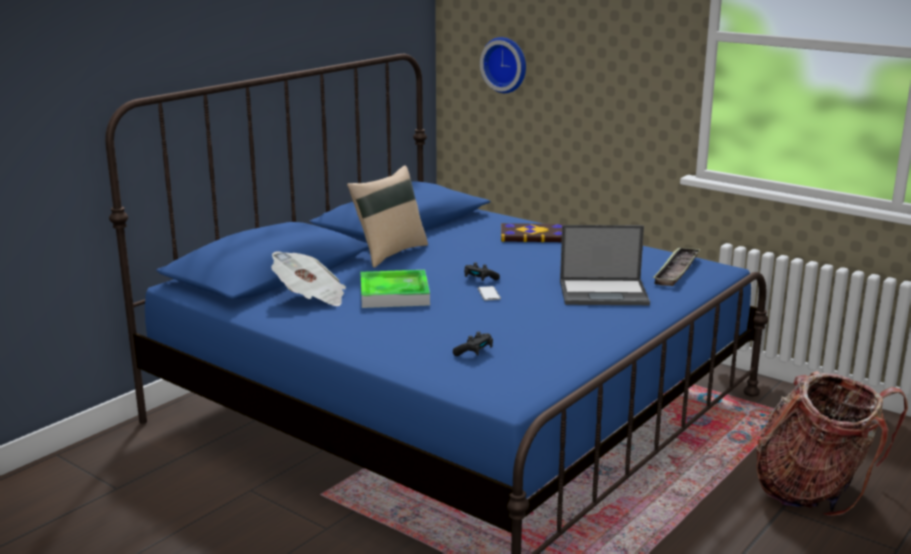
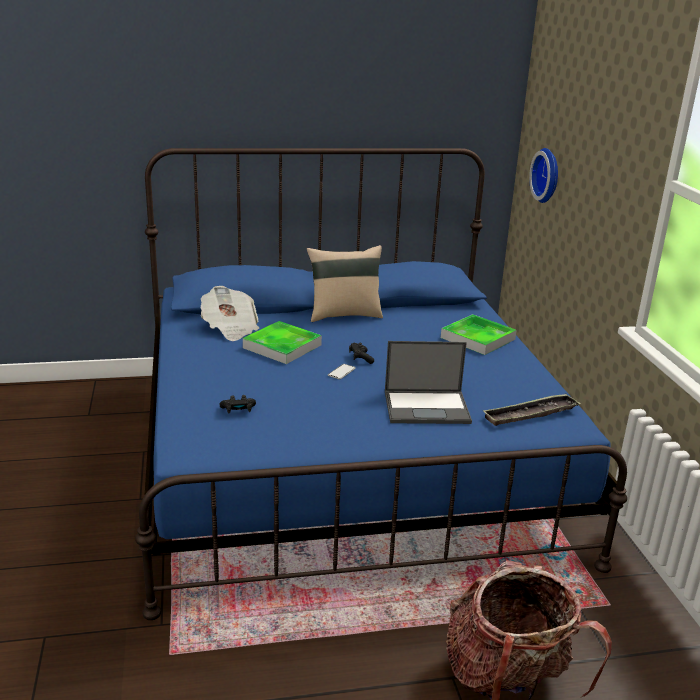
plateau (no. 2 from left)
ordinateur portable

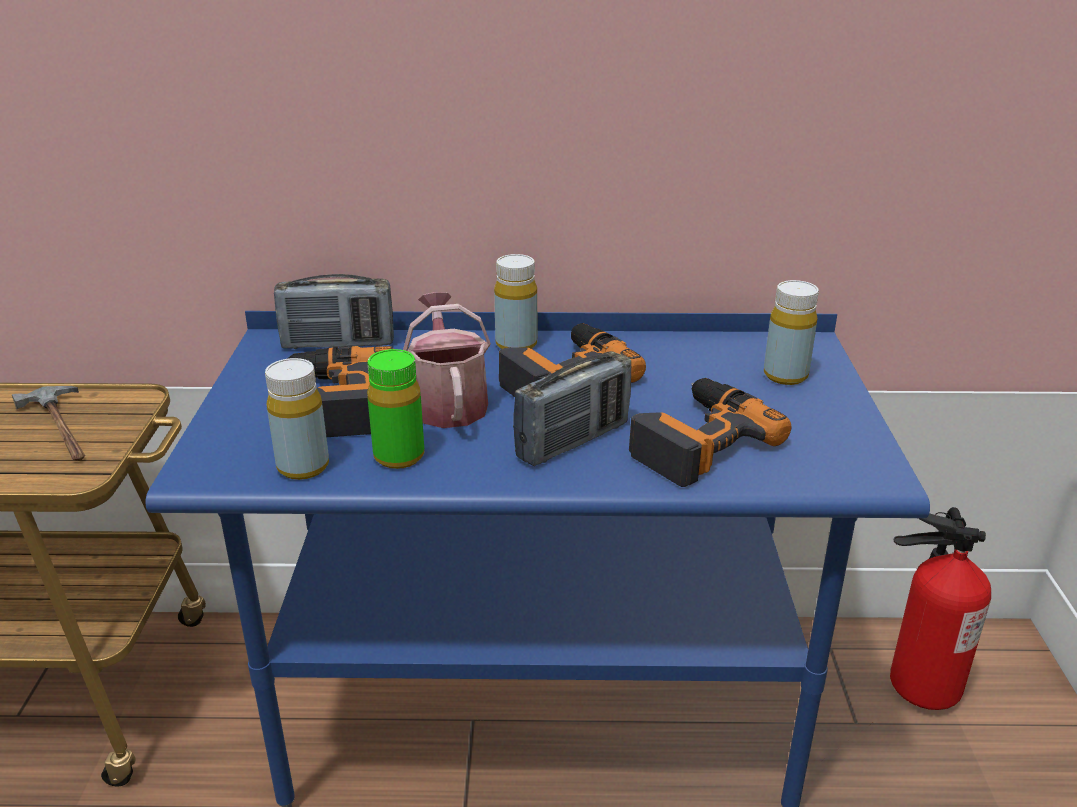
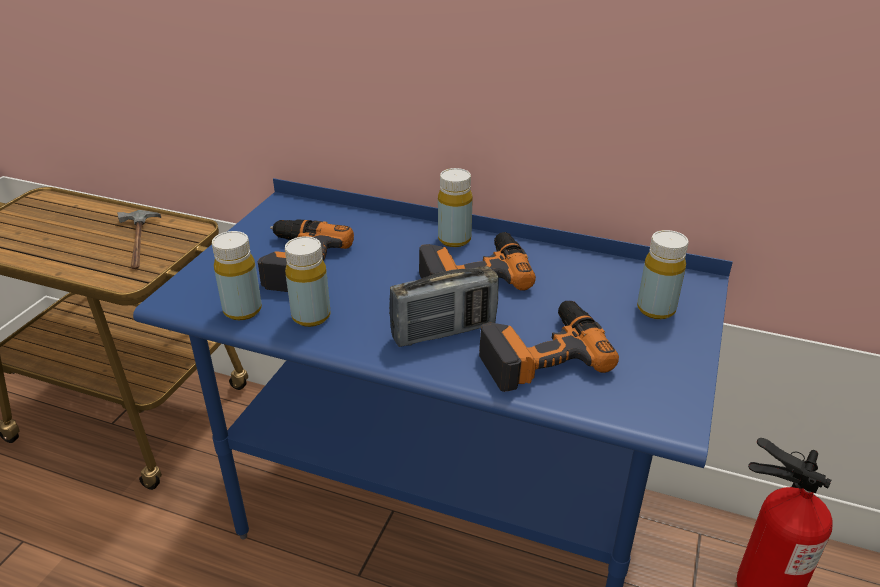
radio (no. 1 from left in the first image)
arrosoir
bouteille [jaune] (no. 2 from left)

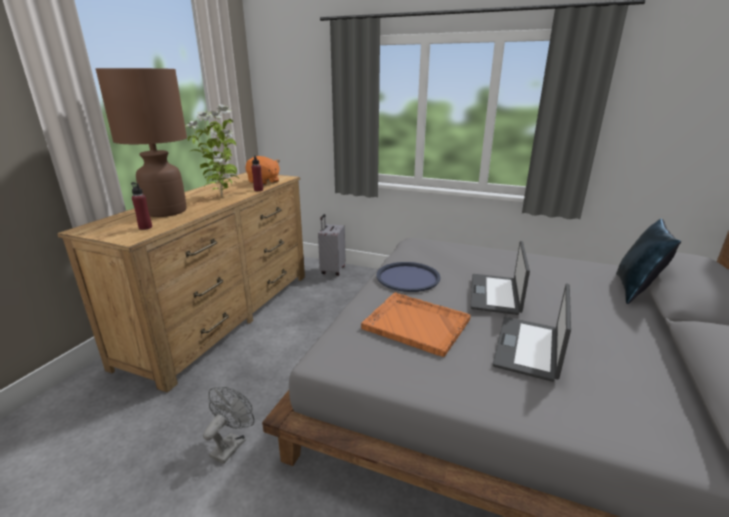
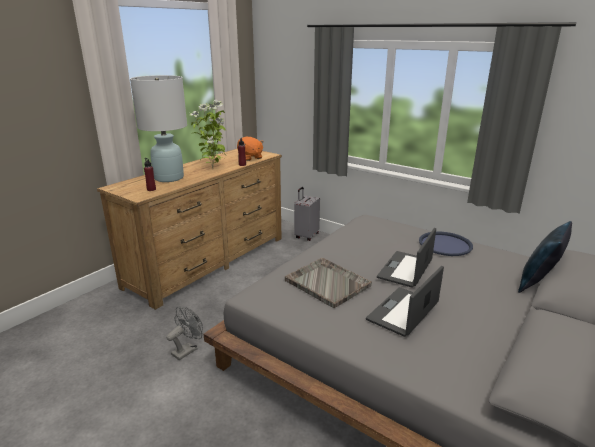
lampe de table [blanc]
plateau [bleu]
plateau [gris]

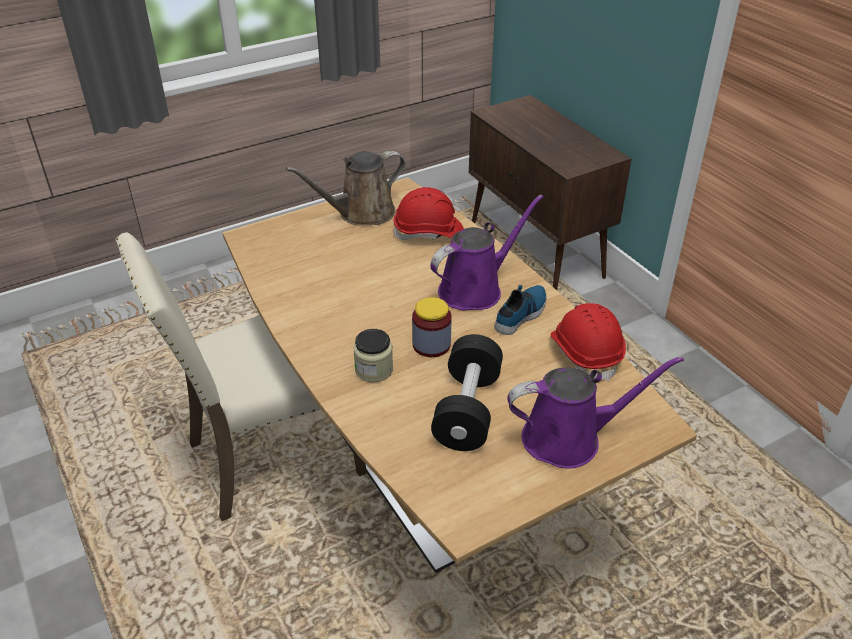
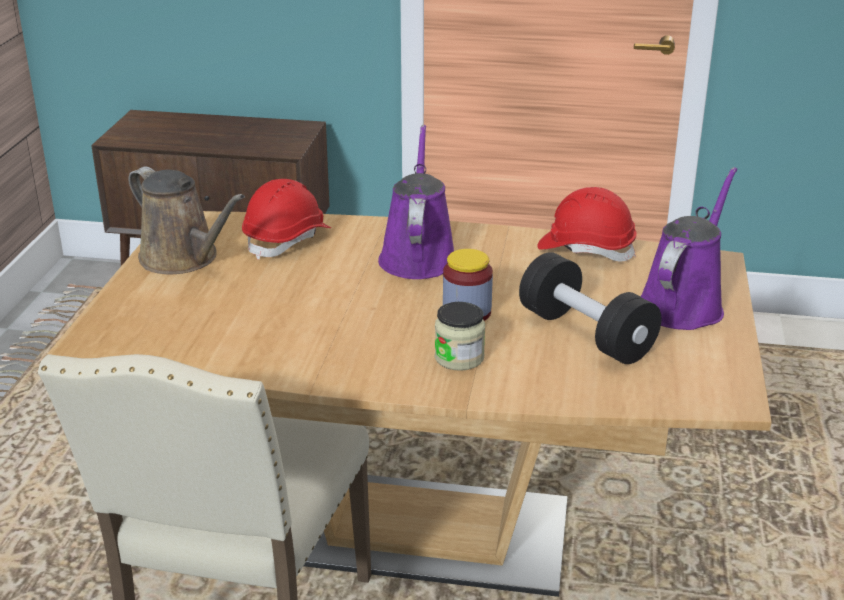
arrosoir [marron]
chaussure

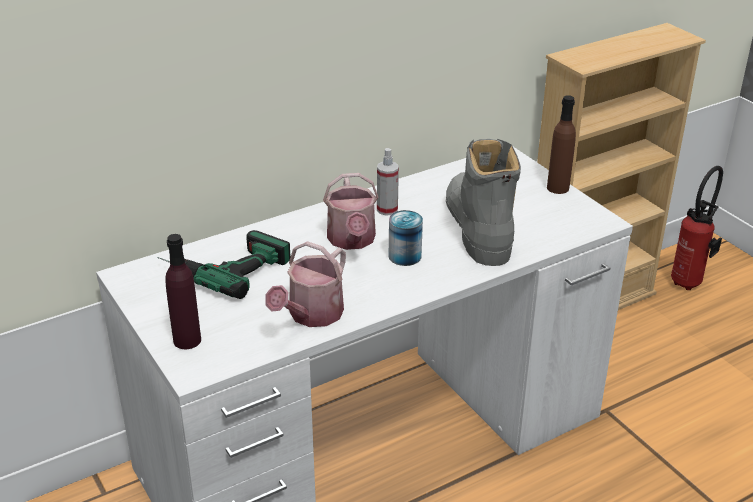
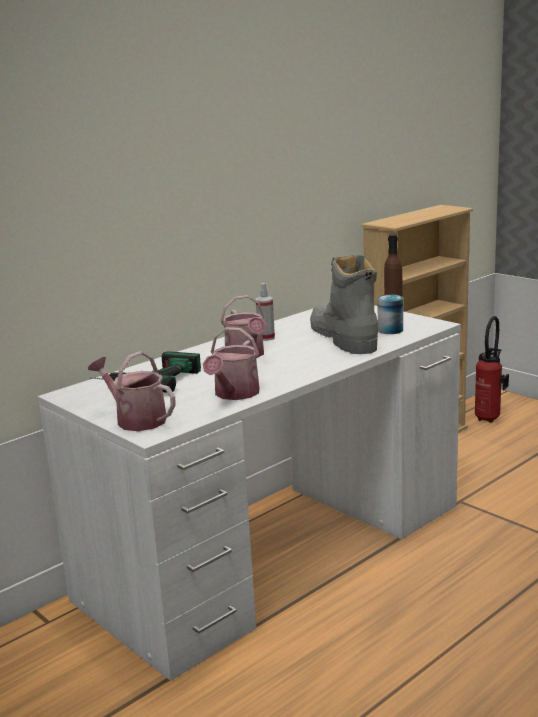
boîte métallique
arrosoir (no. 1 from left)

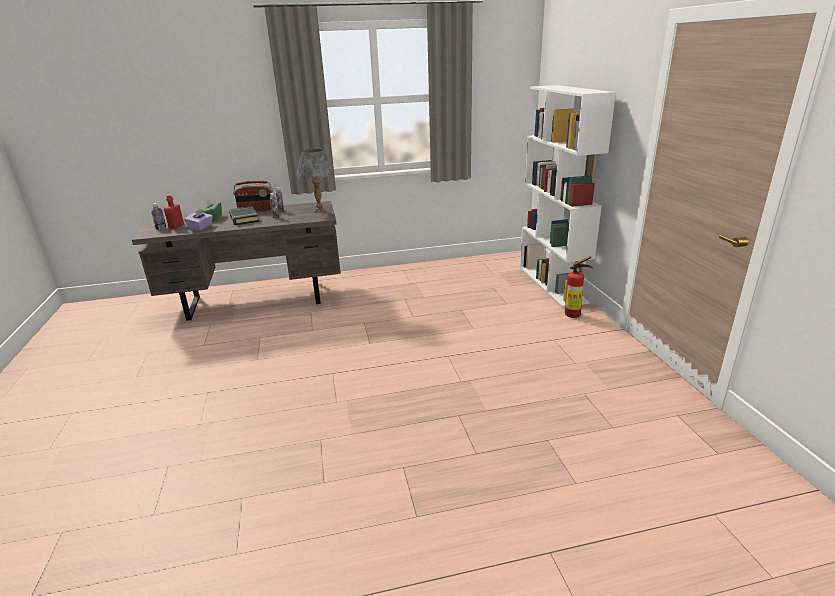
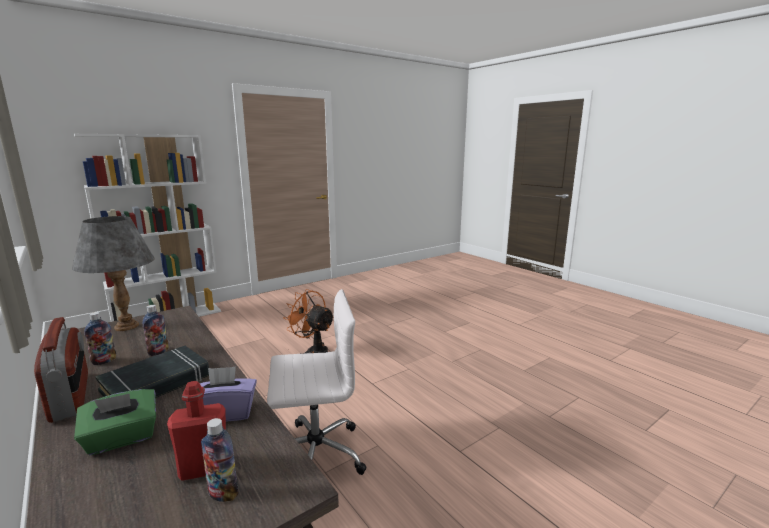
extincteur
chaise de bureau [blanc]
ventilateur [orange]

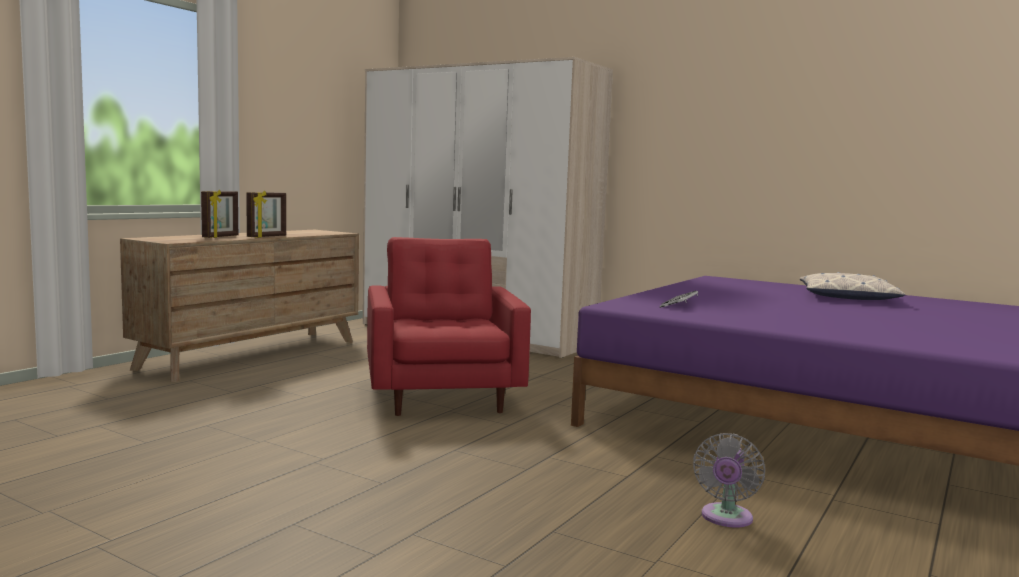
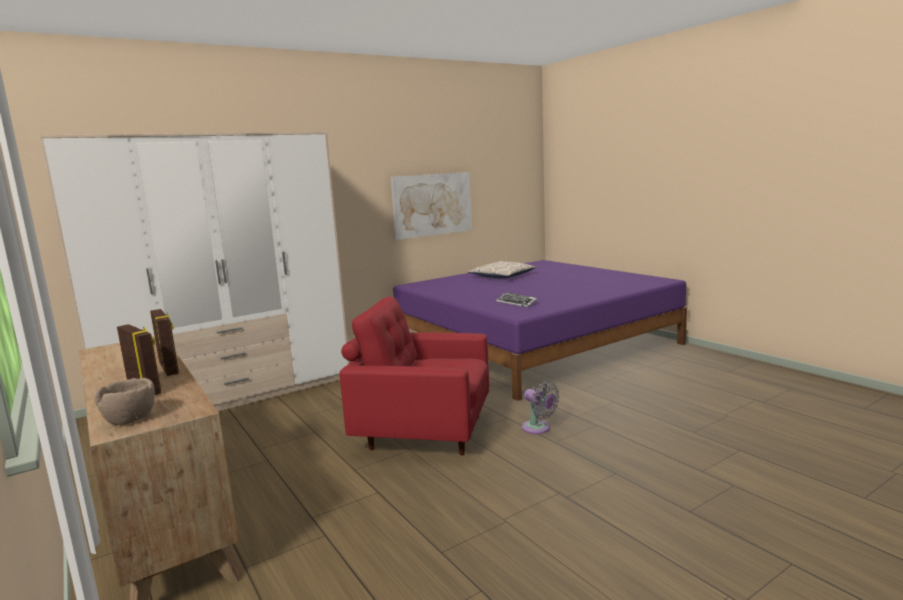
ventilateur [gris]
tableau
bol [marron]

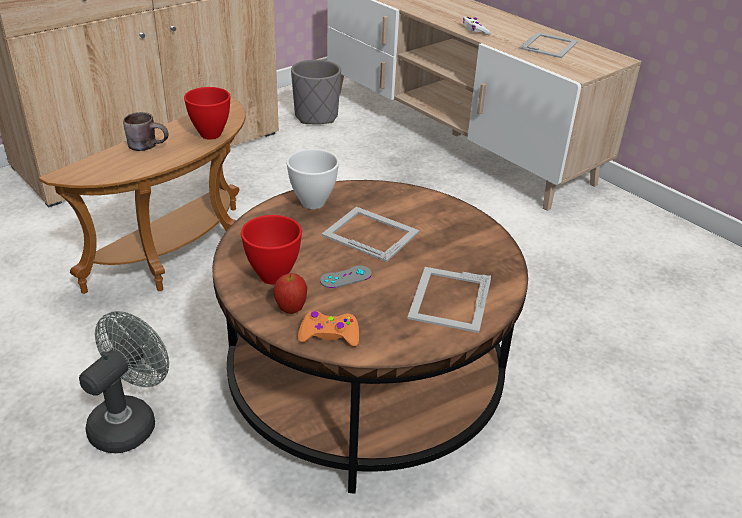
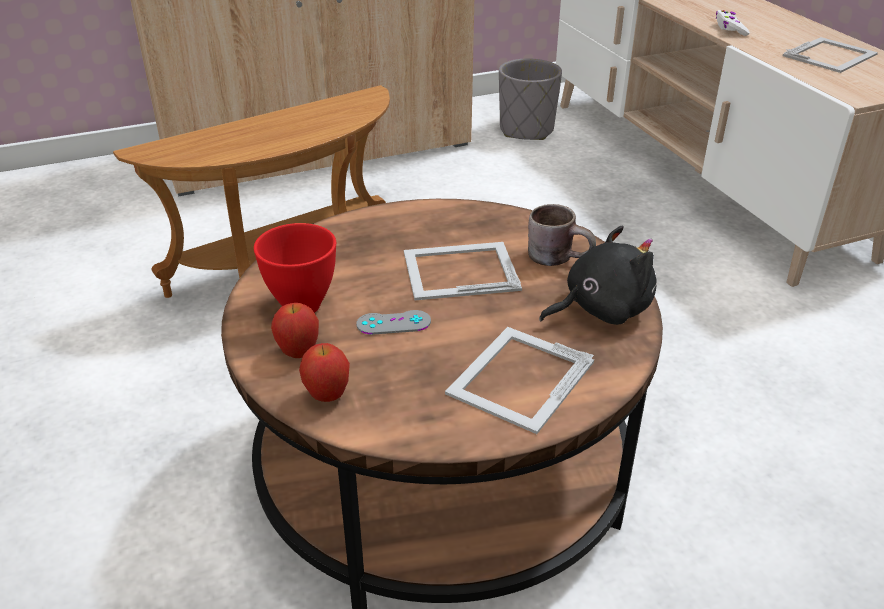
bol [rouge] (no. 1 from left in the first image)
mug [marron]
bol [blanc]
cadre photo (no. 1 from left)
ventilateur [gris]
pomme (no. 2 from left)
peluche [noir]

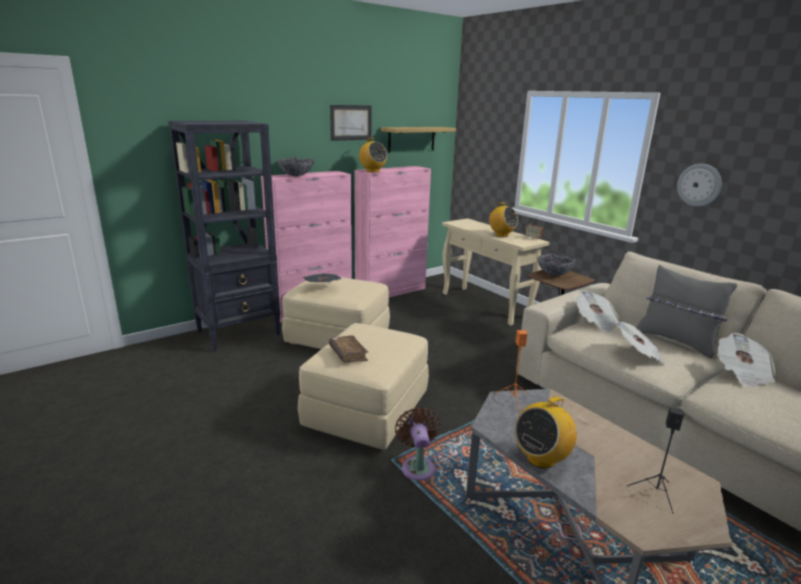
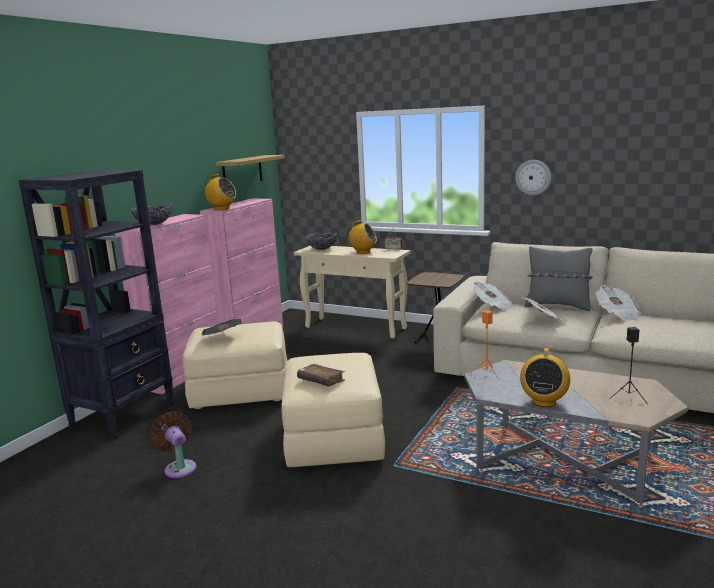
tableau
bol (no. 2 from left)
ventilateur [marron]

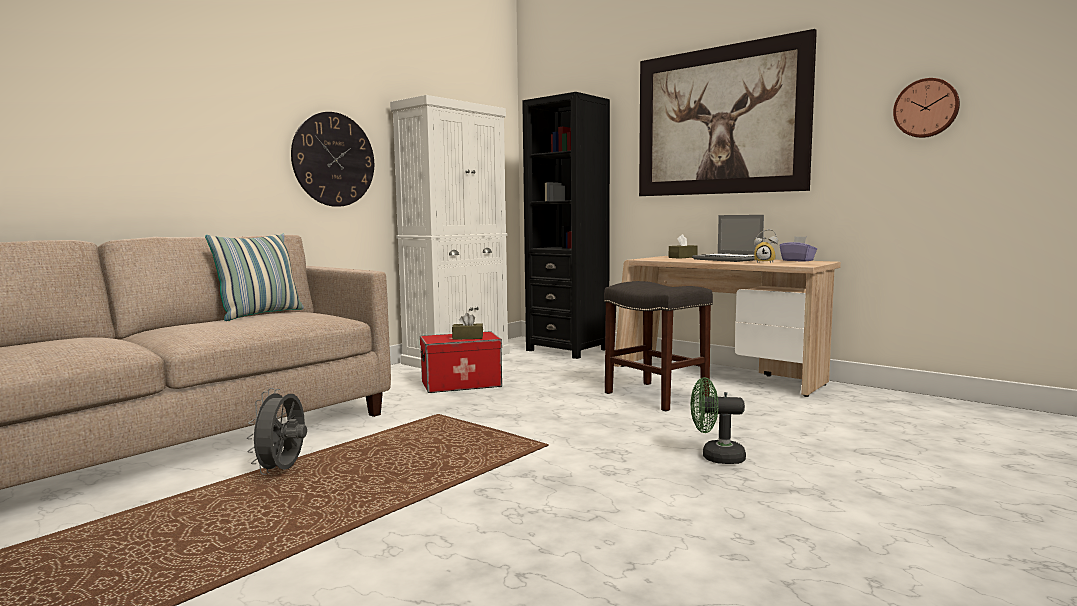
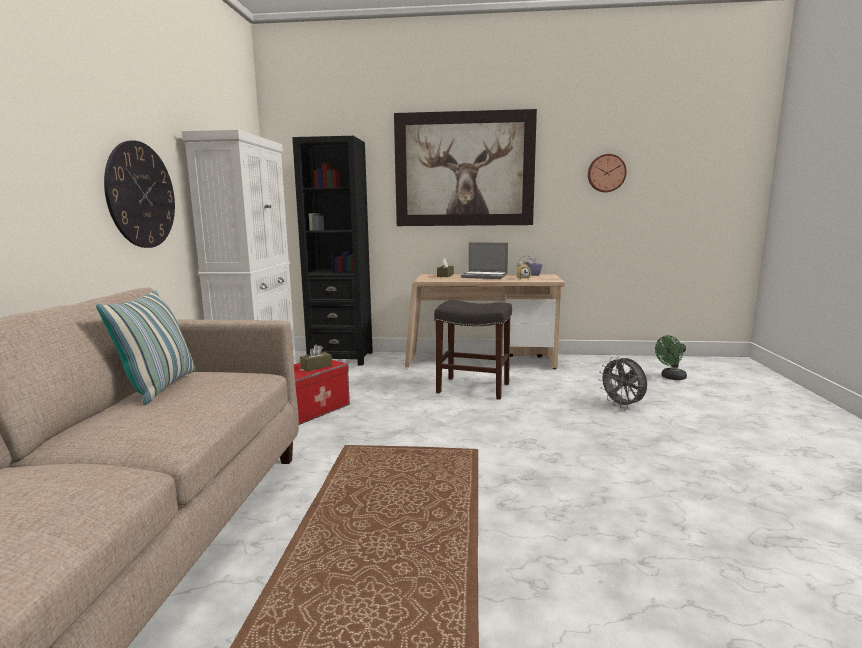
ventilateur [vert]
ventilateur [gris]

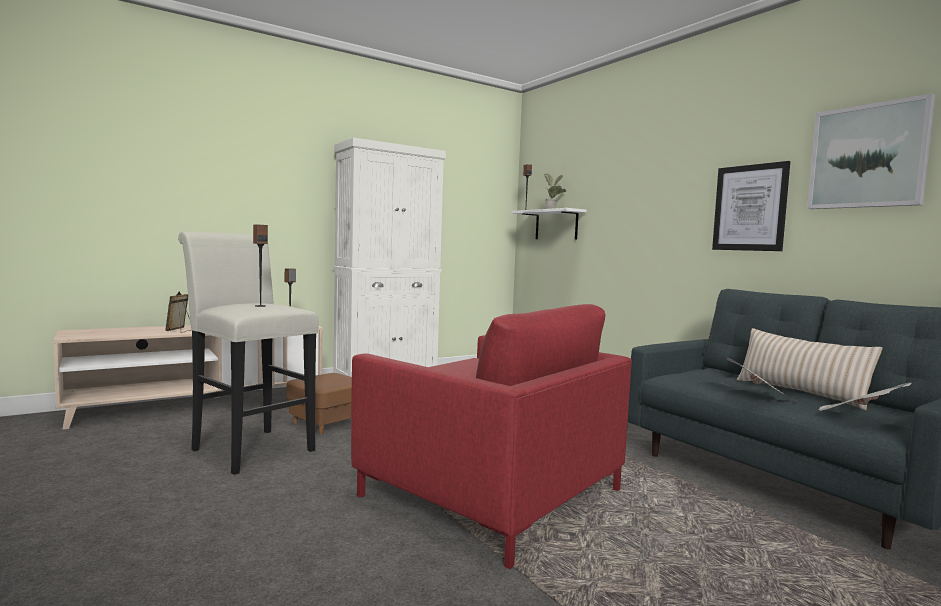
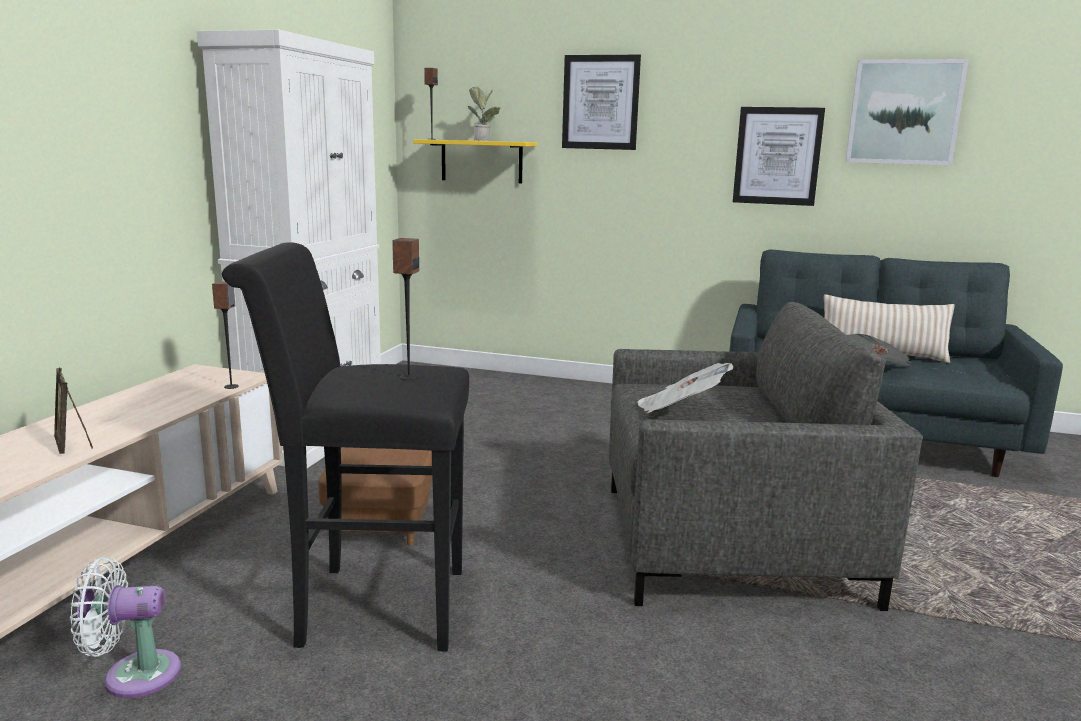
étagère [jaune]
tabouret [noir]
fauteuil [gris]
journal (no. 1 from left)
tableau (no. 1 from left)
ventilateur [blanc]

